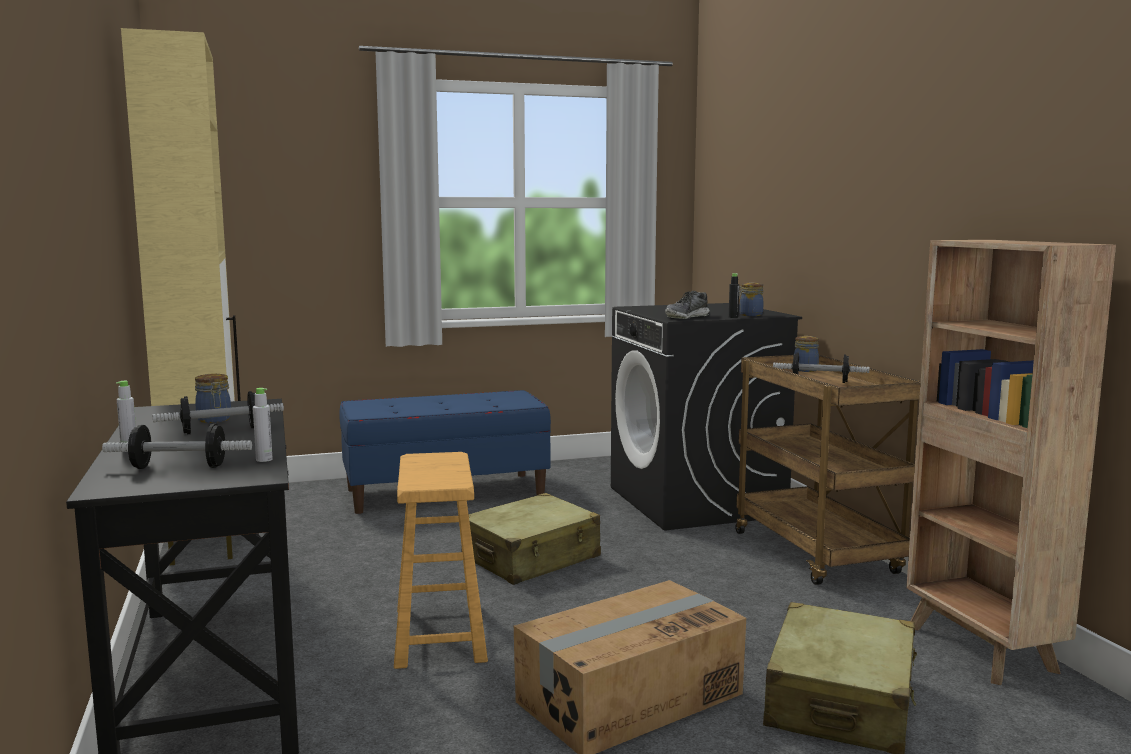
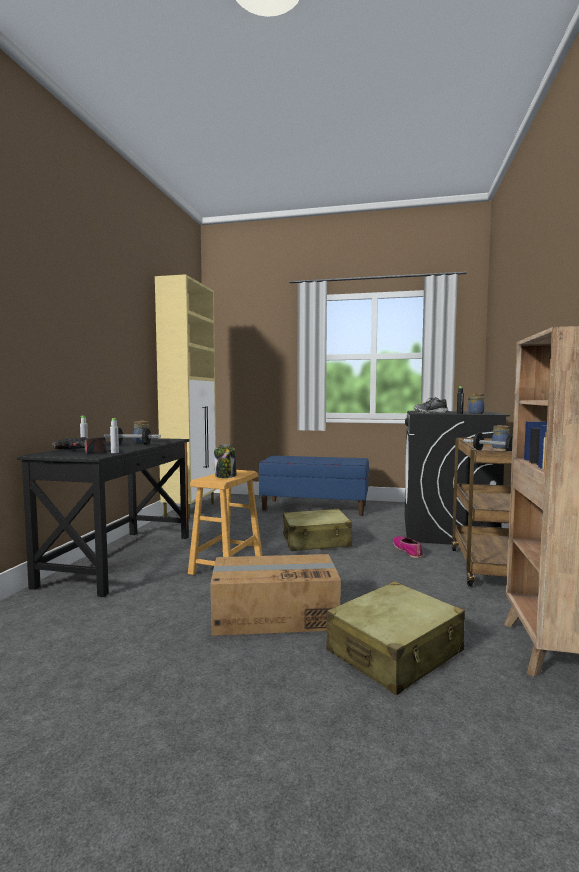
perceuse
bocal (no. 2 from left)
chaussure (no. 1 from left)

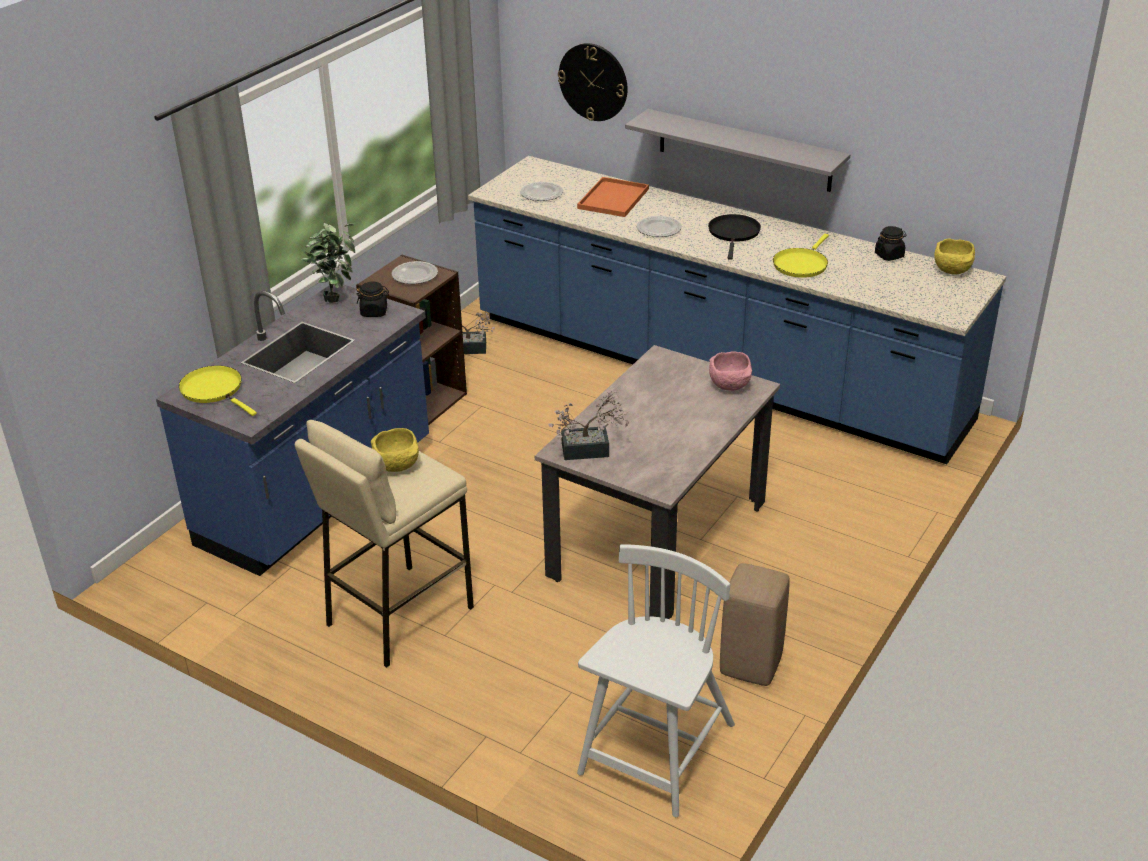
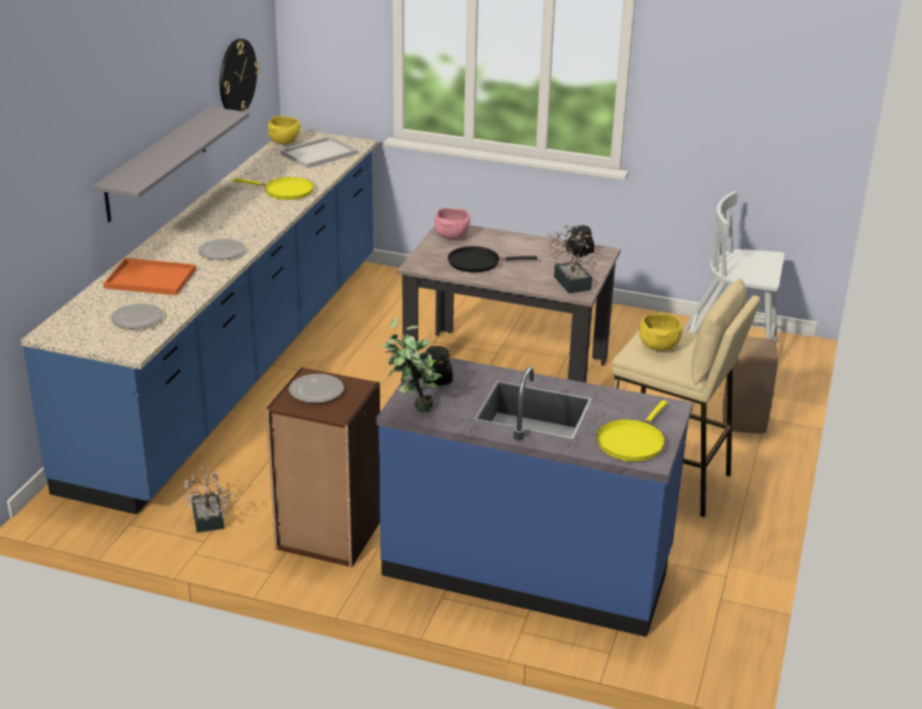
horloge murale
poêle [noir]
bocal [noir] (no. 2 from left)
tabouret [beige] (no. 2 from left)
plateau [blanc]

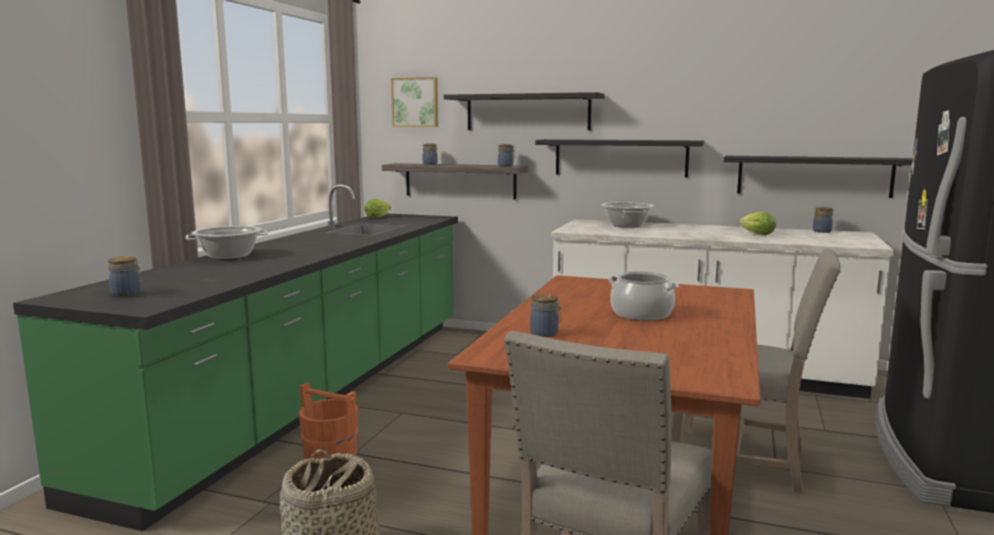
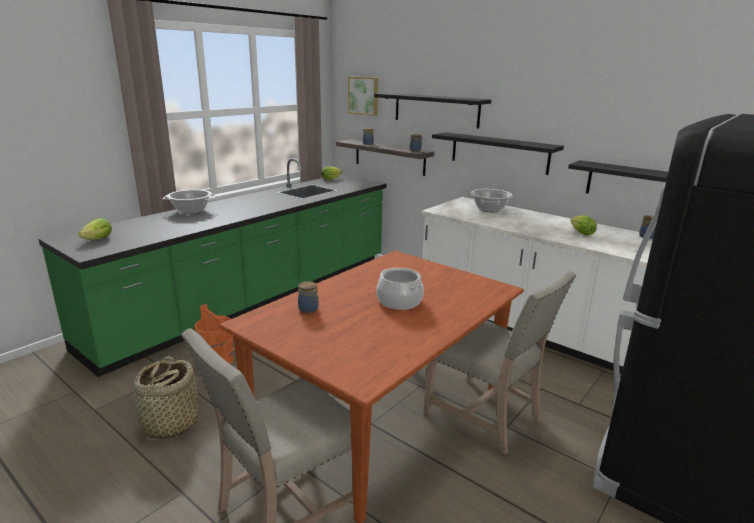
laitue (no. 1 from left)

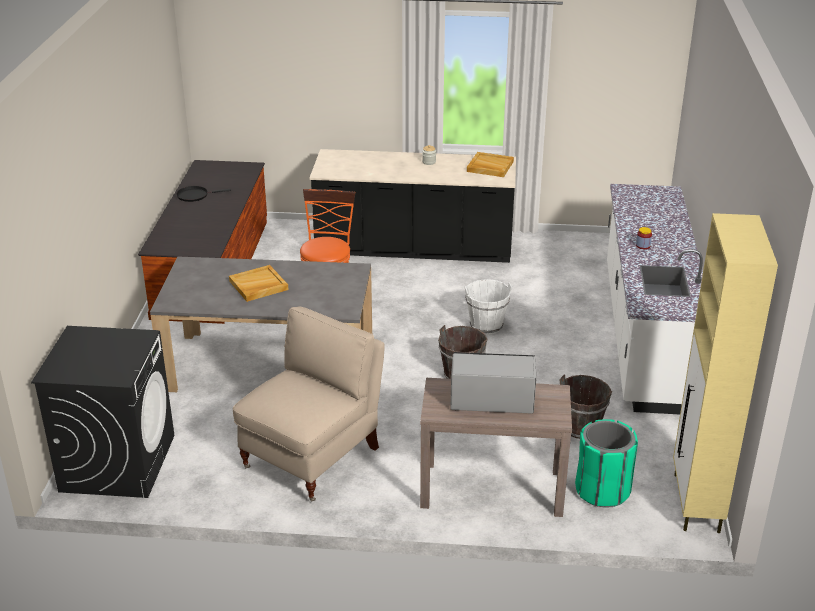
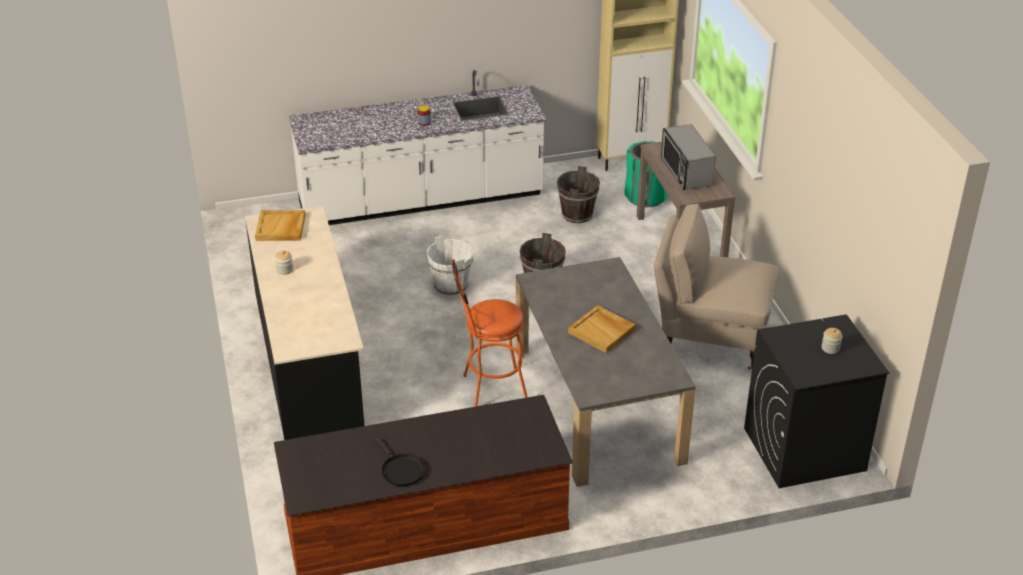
bocal (no. 3 from left)

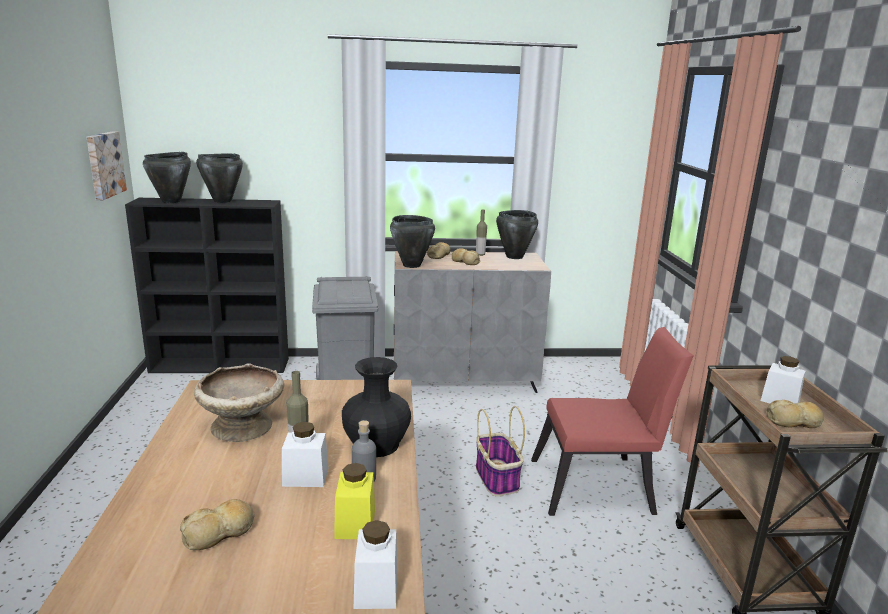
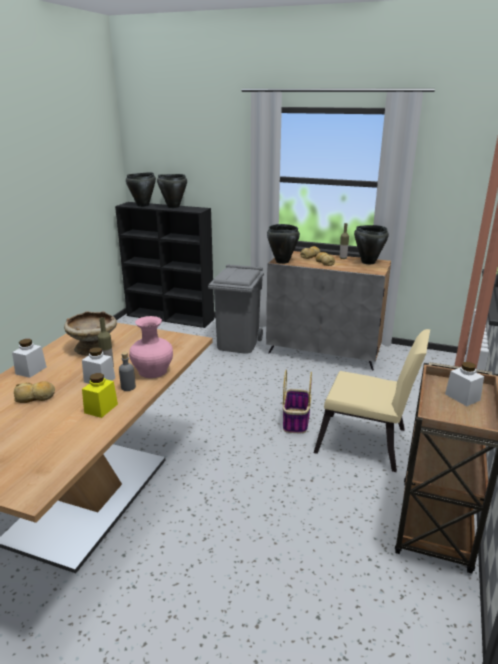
tableau
chaise [beige]
vase [rose]
pain (no. 4 from left in the first image)
bocal [blanc] (no. 1 from left)

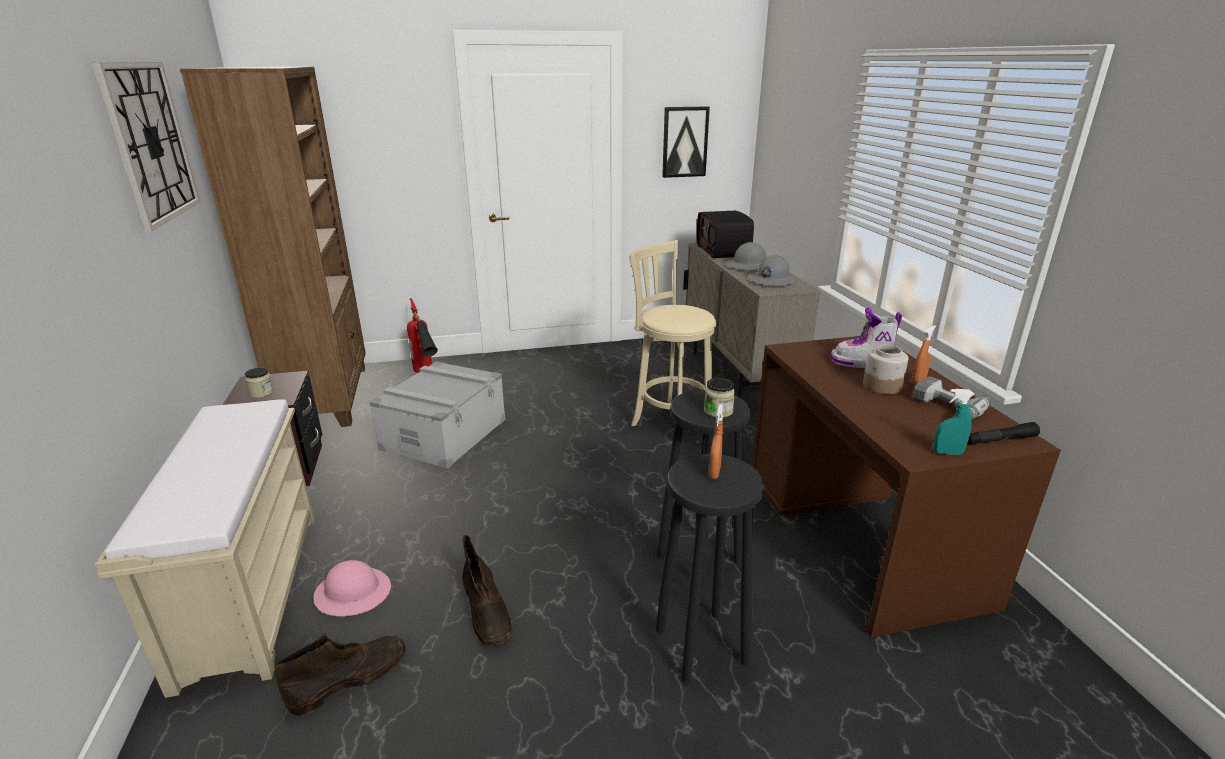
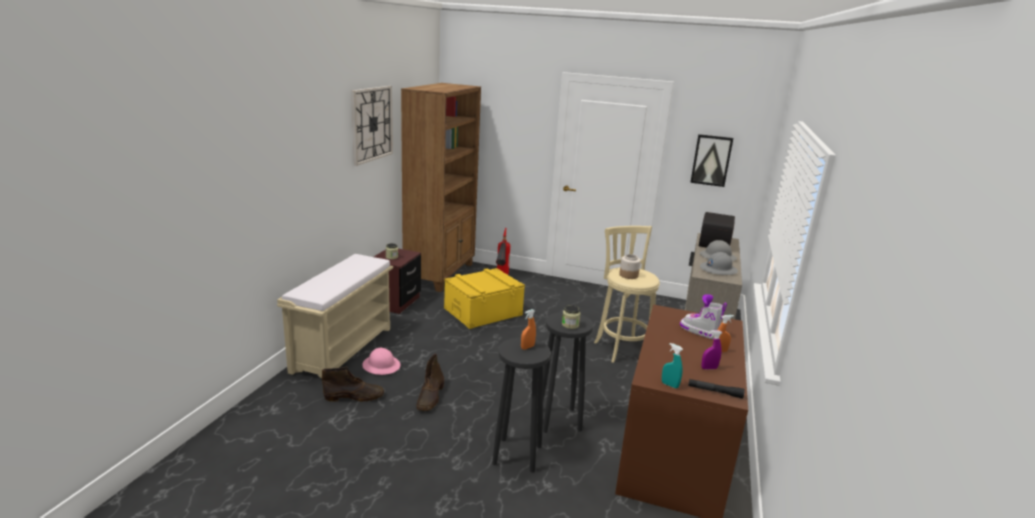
bocal (no. 3 from left)
boîte de rangement [jaune]
vaporisateur [violet]

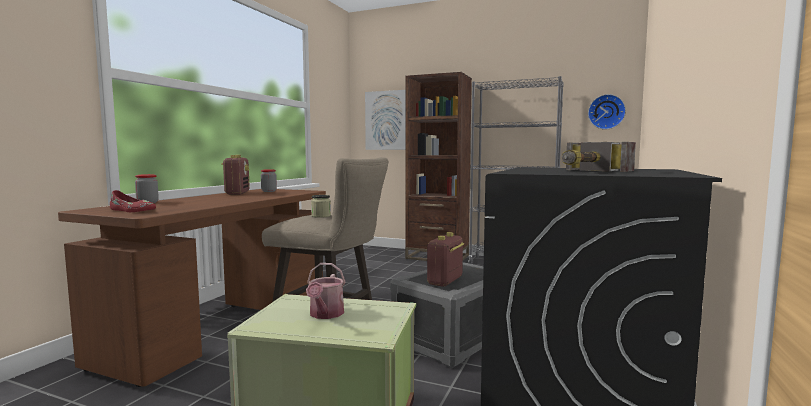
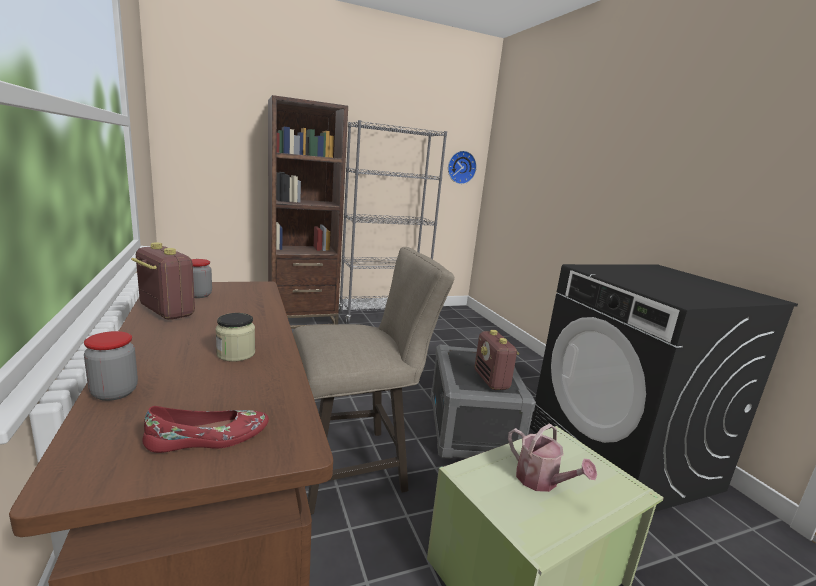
tableau
marteau
bocal (no. 3 from left)

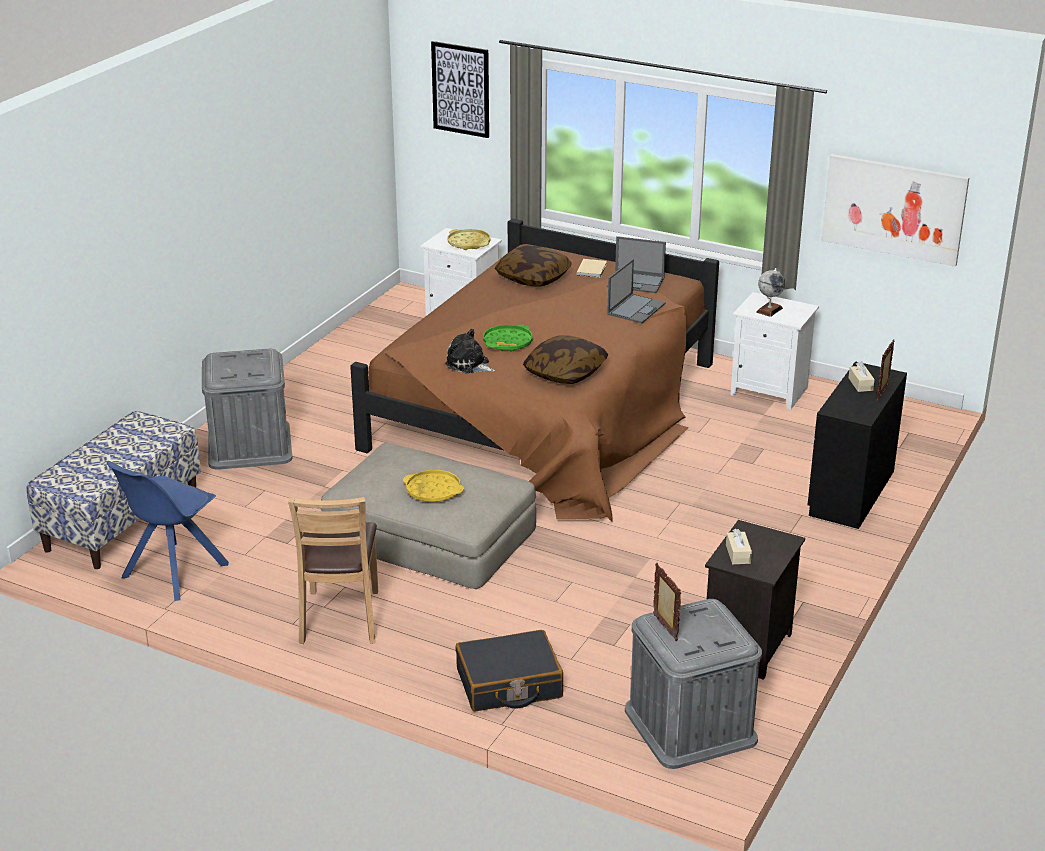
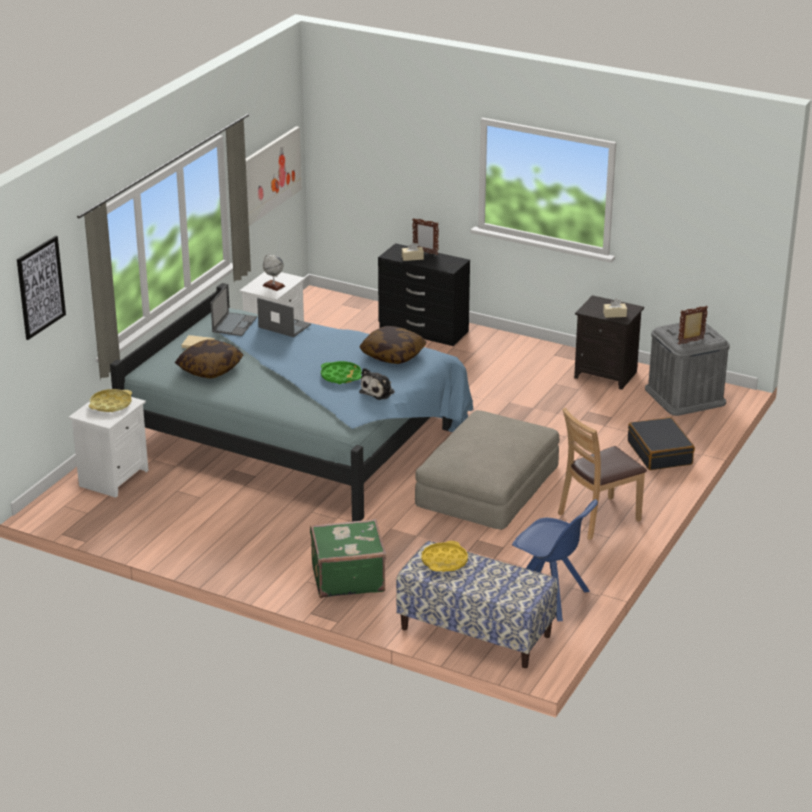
lit [bleu]
valise [vert]
plateau [jaune] (no. 2 from left)
chaise [marron]

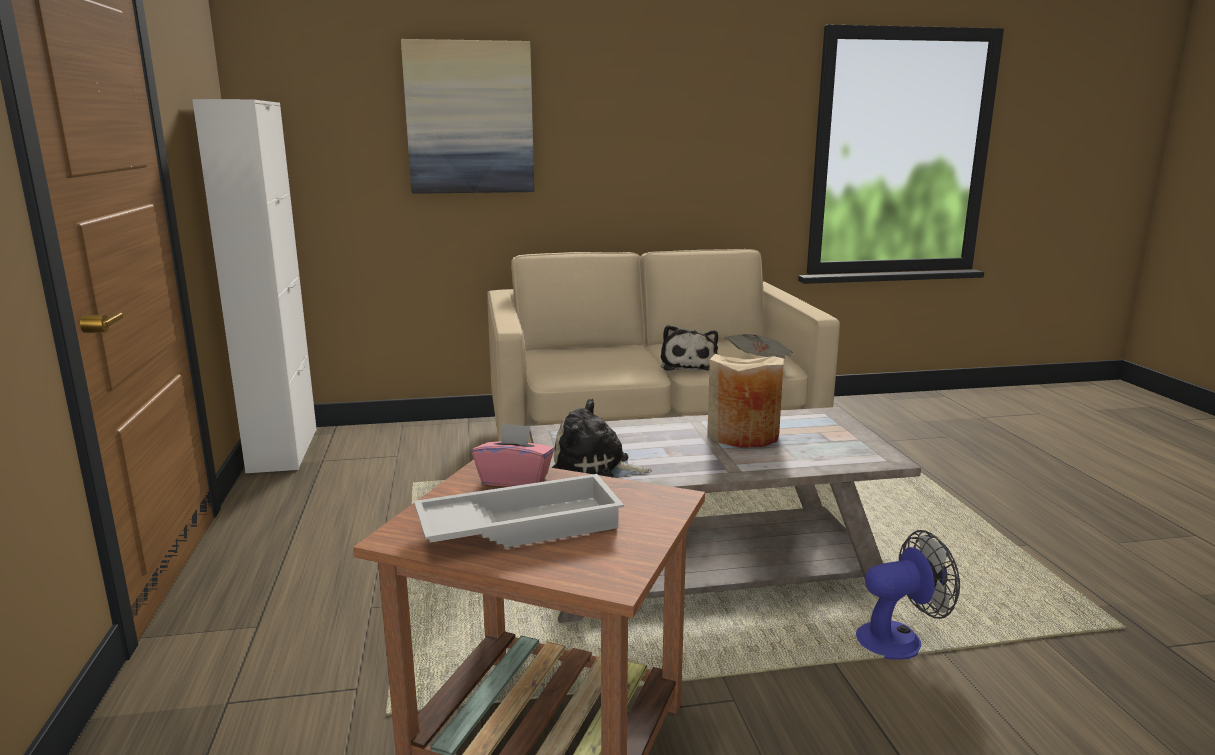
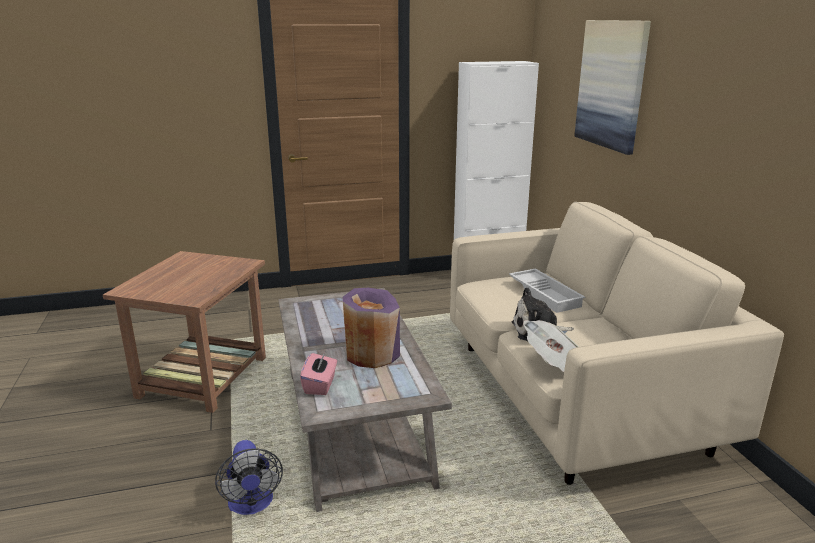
vase [violet]
peluche (no. 1 from left in the first image)
boîte à mouchoirs [rose]
plateau [blanc]

